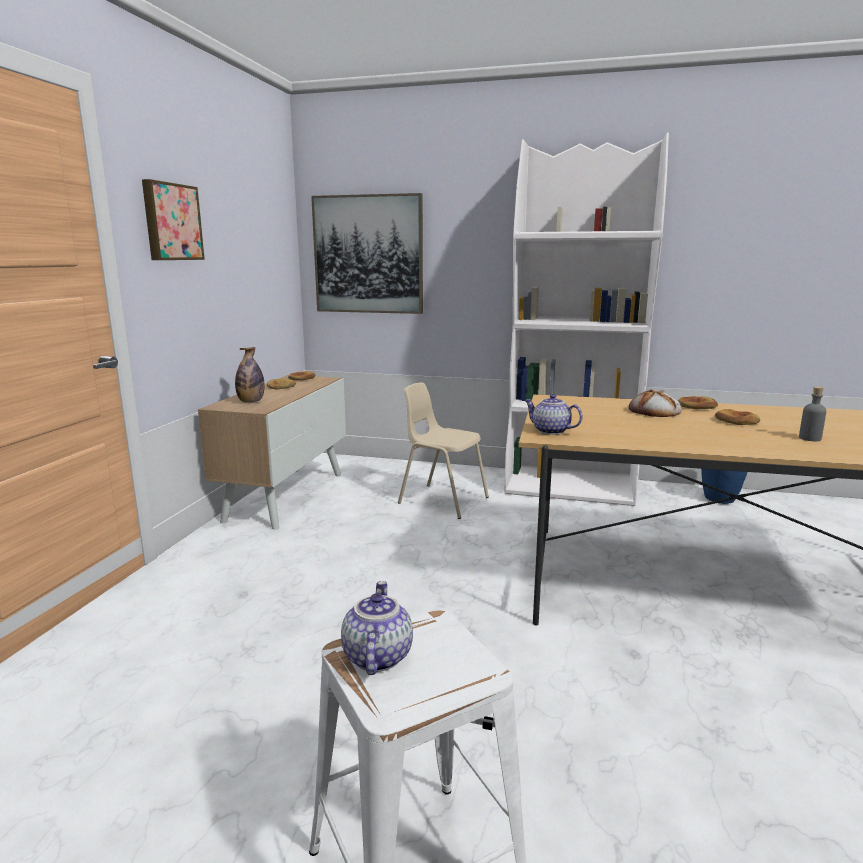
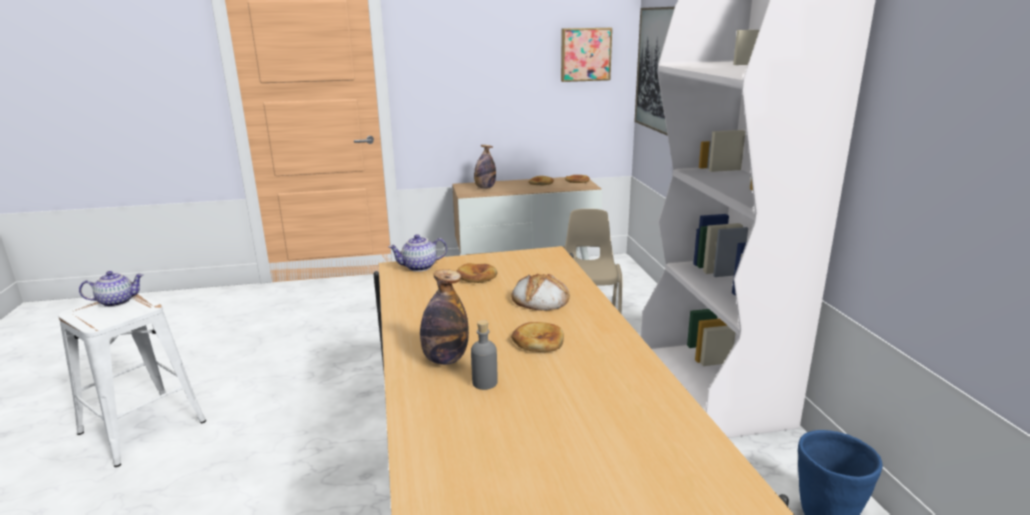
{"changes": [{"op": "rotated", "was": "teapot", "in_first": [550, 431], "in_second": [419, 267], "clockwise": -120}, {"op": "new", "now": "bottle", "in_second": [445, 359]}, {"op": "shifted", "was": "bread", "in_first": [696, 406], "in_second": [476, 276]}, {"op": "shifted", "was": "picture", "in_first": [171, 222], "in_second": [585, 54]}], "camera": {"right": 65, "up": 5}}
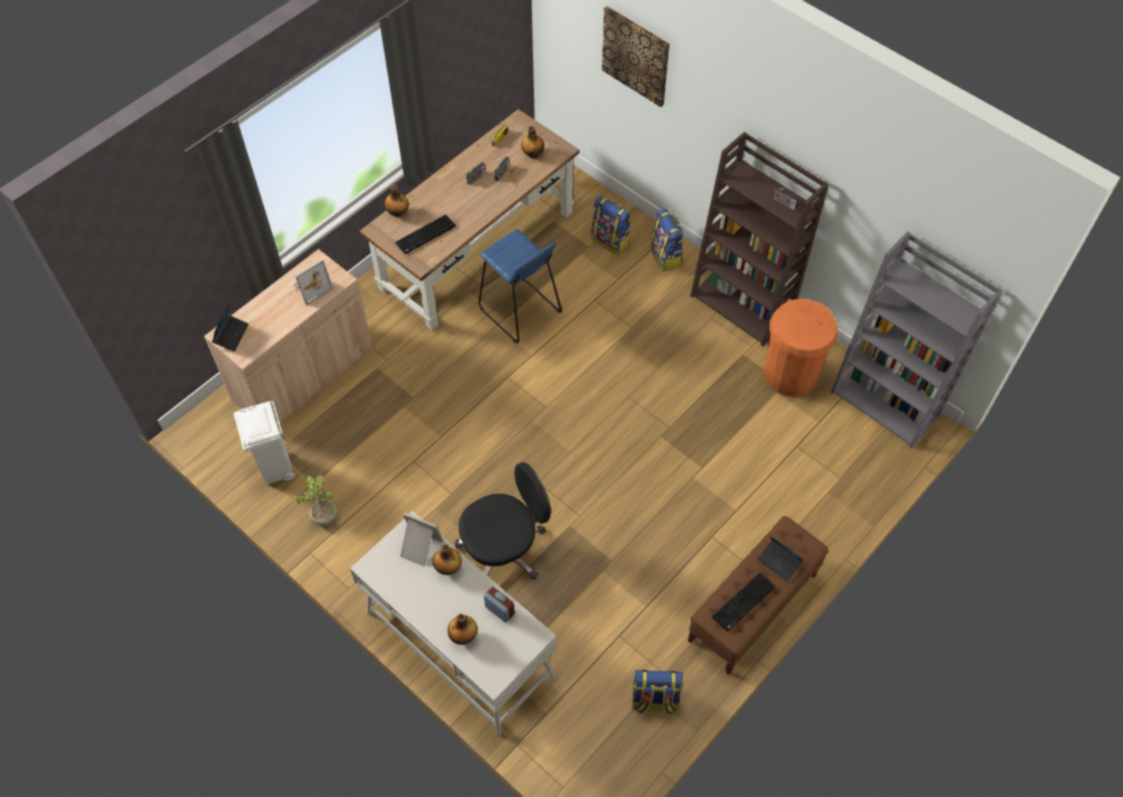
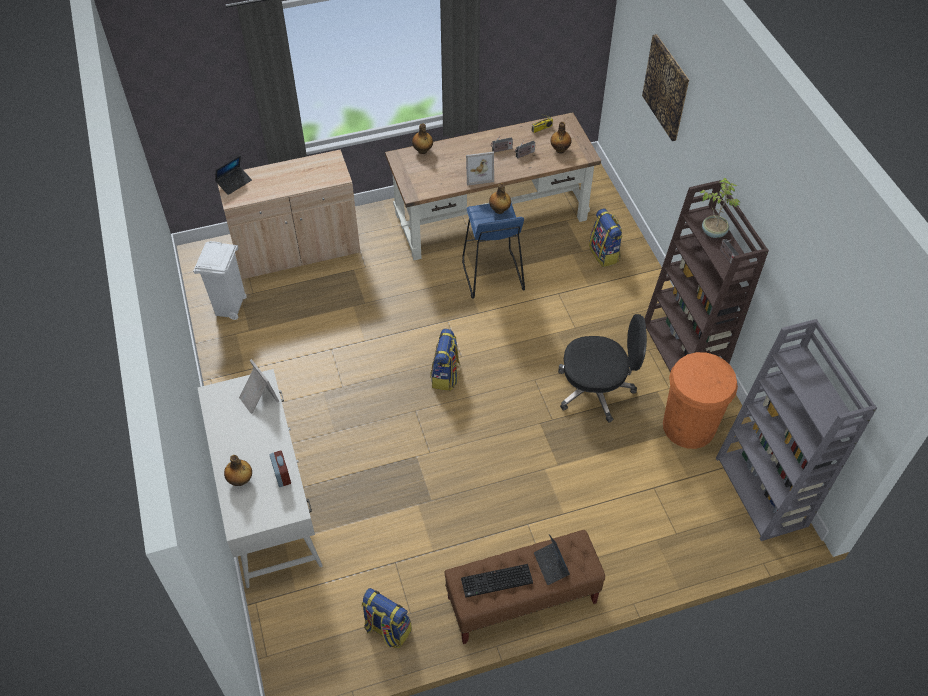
{"changes": [{"op": "shifted", "was": "backpack", "in_first": [666, 256], "in_second": [445, 376]}, {"op": "shifted", "was": "picture_frame", "in_first": [311, 287], "in_second": [478, 174]}, {"op": "shifted", "was": "bottle", "in_first": [448, 568], "in_second": [499, 210]}, {"op": "shifted", "was": "black_office_chair", "in_first": [504, 549], "in_second": [596, 390]}, {"op": "shifted", "was": "potted_plant", "in_first": [324, 516], "in_second": [713, 232]}, {"op": "gone", "was": "keyboard", "in_first": [425, 236]}], "camera": {"right": 30, "up": -5}}
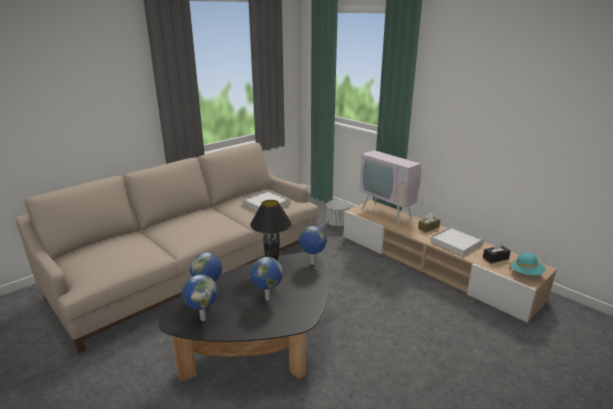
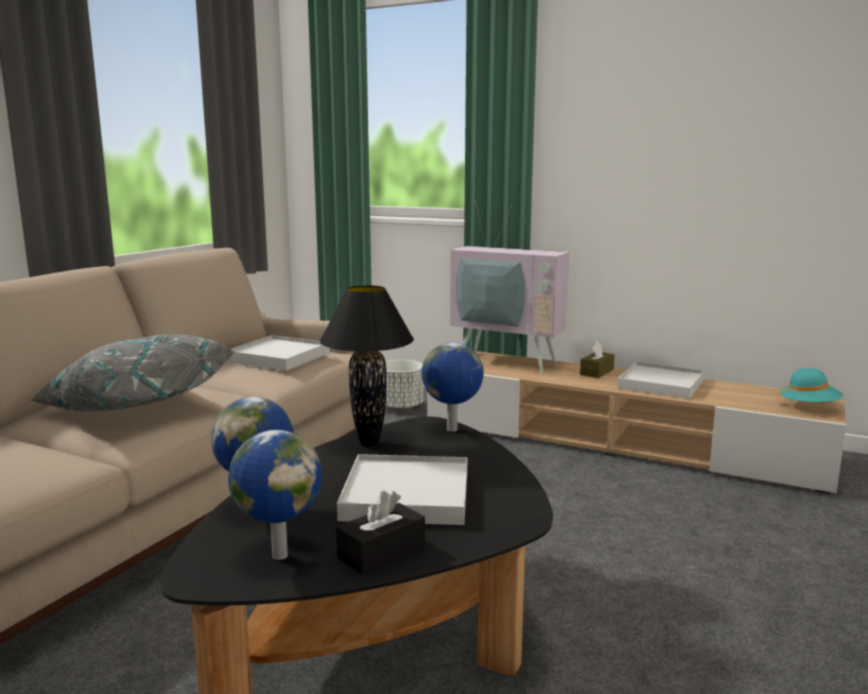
{"changes": [{"op": "new", "now": "grey_pillow", "in_second": [135, 408]}, {"op": "shifted", "was": "black_tissue_box", "in_first": [495, 258], "in_second": [381, 552]}, {"op": "swapped", "was": "globe", "now": "white_tray", "in_first": [267, 298], "in_second": [406, 495]}], "camera": {"right": -20, "up": -10}}
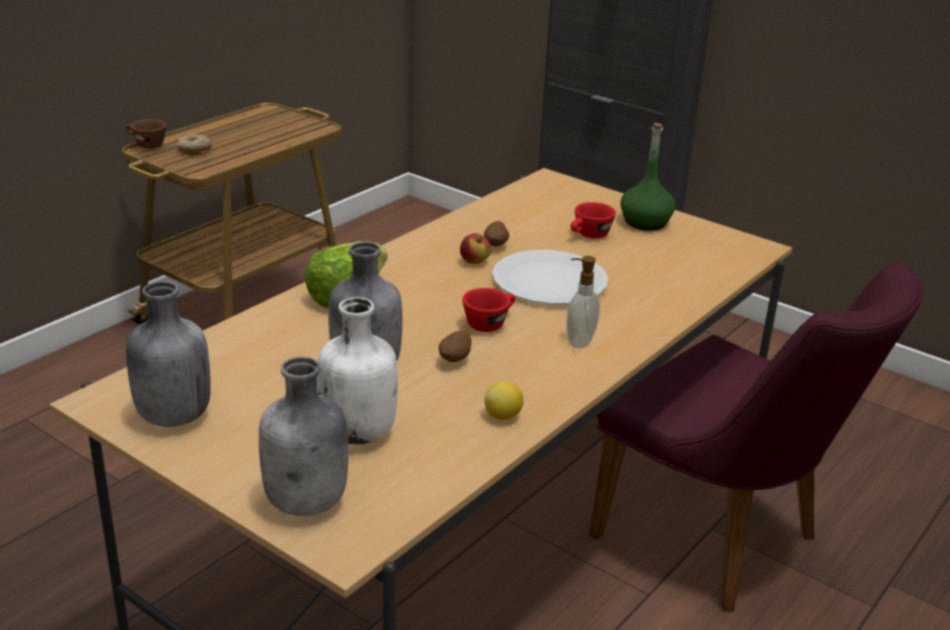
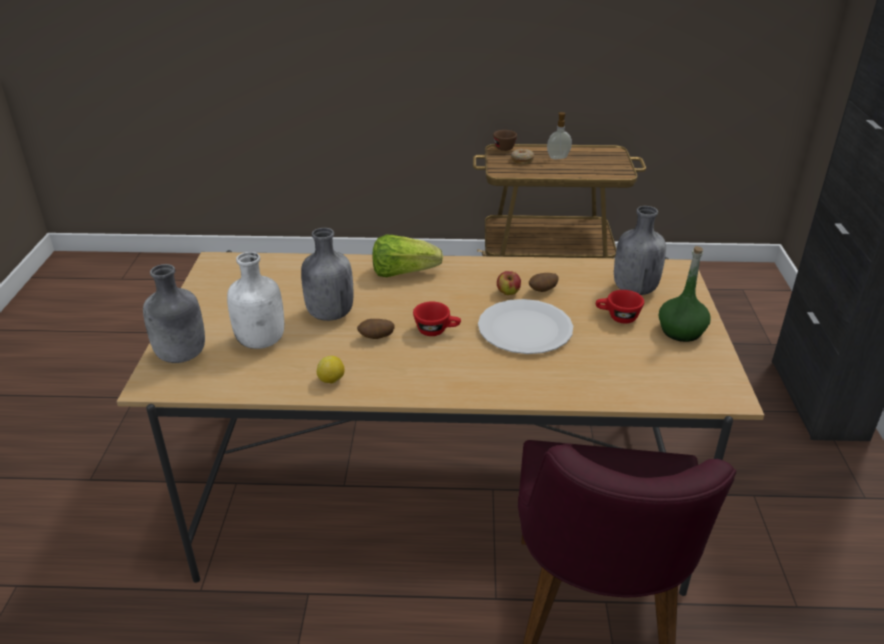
{"changes": [{"op": "shifted", "was": "soap_dispenser", "in_first": [579, 341], "in_second": [557, 157]}, {"op": "shifted", "was": "grey_bottle", "in_first": [172, 416], "in_second": [633, 289]}], "camera": {"right": 55, "up": 5}}
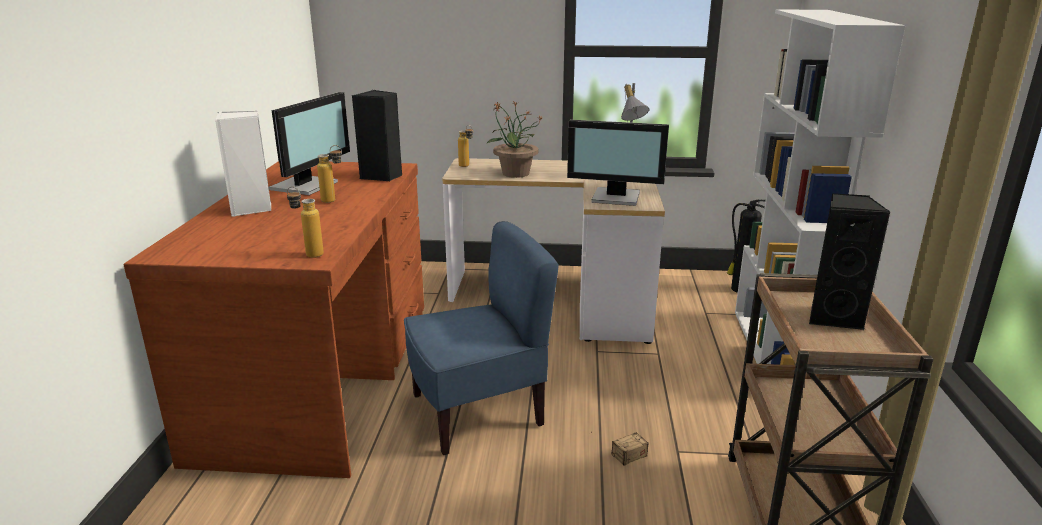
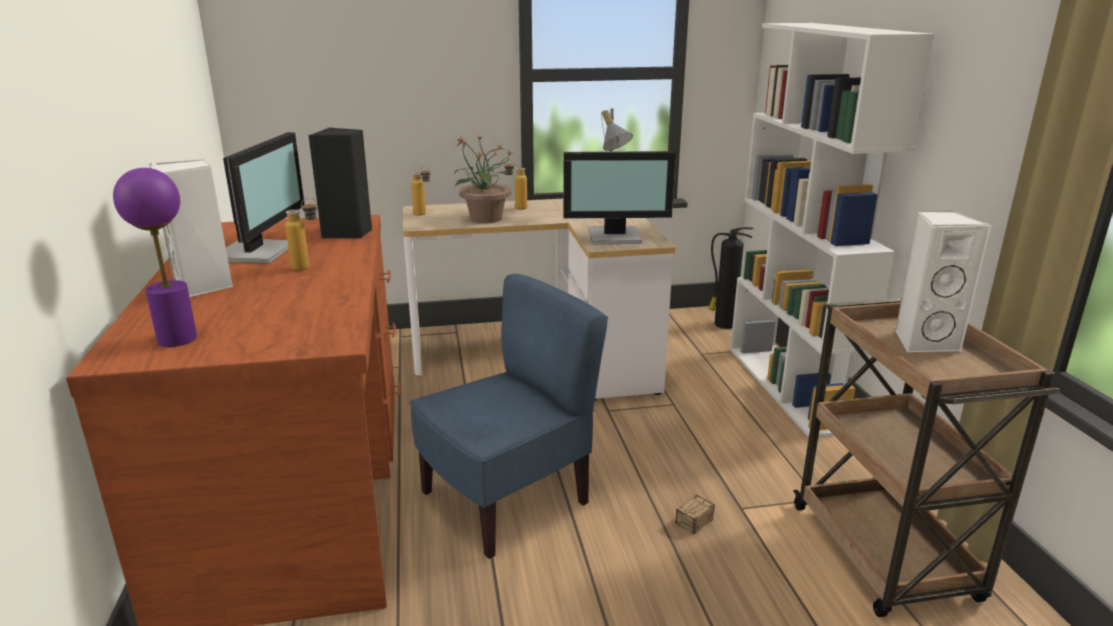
{"changes": [{"op": "new", "now": "purple_table_lamp", "in_second": [177, 339]}, {"op": "shifted", "was": "bottle", "in_first": [308, 254], "in_second": [516, 208]}, {"op": "repainted", "was": "black_speaker", "now": "white_speaker", "in_first": [833, 317], "in_second": [924, 342]}], "camera": {"right": -15, "up": 0}}
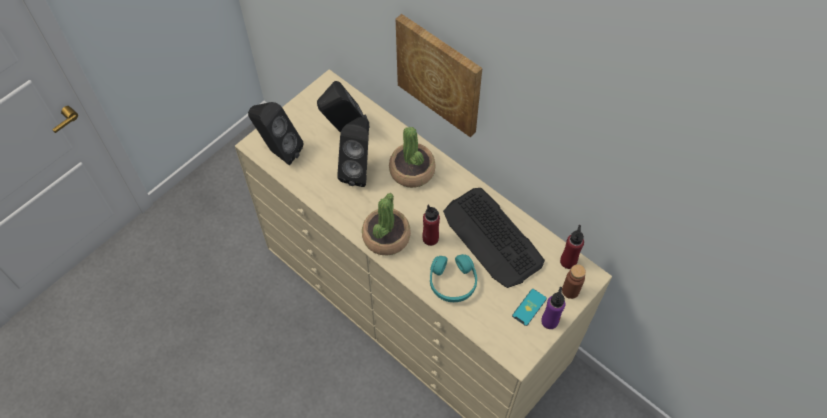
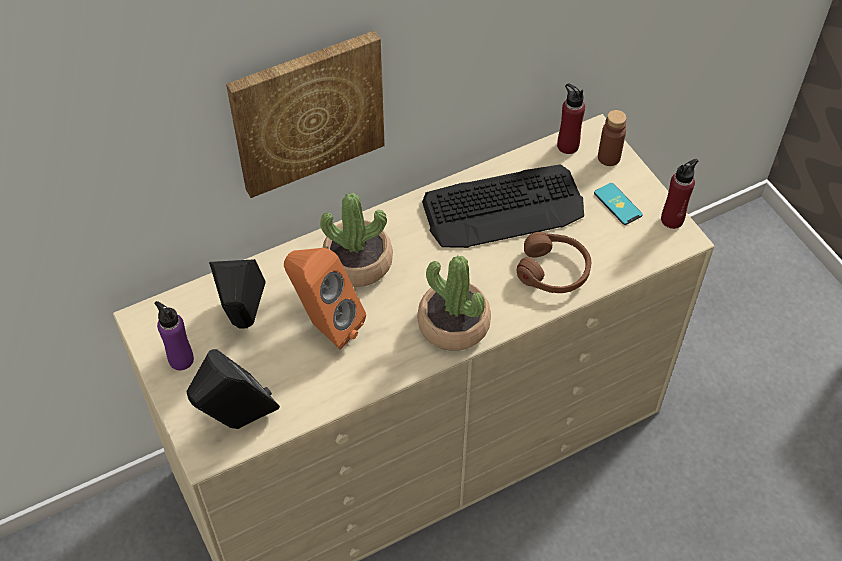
{"changes": [{"op": "shifted", "was": "purple_bottle", "in_first": [549, 321], "in_second": [181, 359]}, {"op": "repainted", "was": "black_speaker", "now": "orange_speaker", "in_first": [359, 170], "in_second": [325, 325]}, {"op": "repainted", "was": "turquoise_headphones", "now": "brown_headphones", "in_first": [452, 282], "in_second": [553, 270]}, {"op": "shifted", "was": "red_bottle", "in_first": [430, 238], "in_second": [672, 219]}], "camera": {"right": -70, "up": -5}}
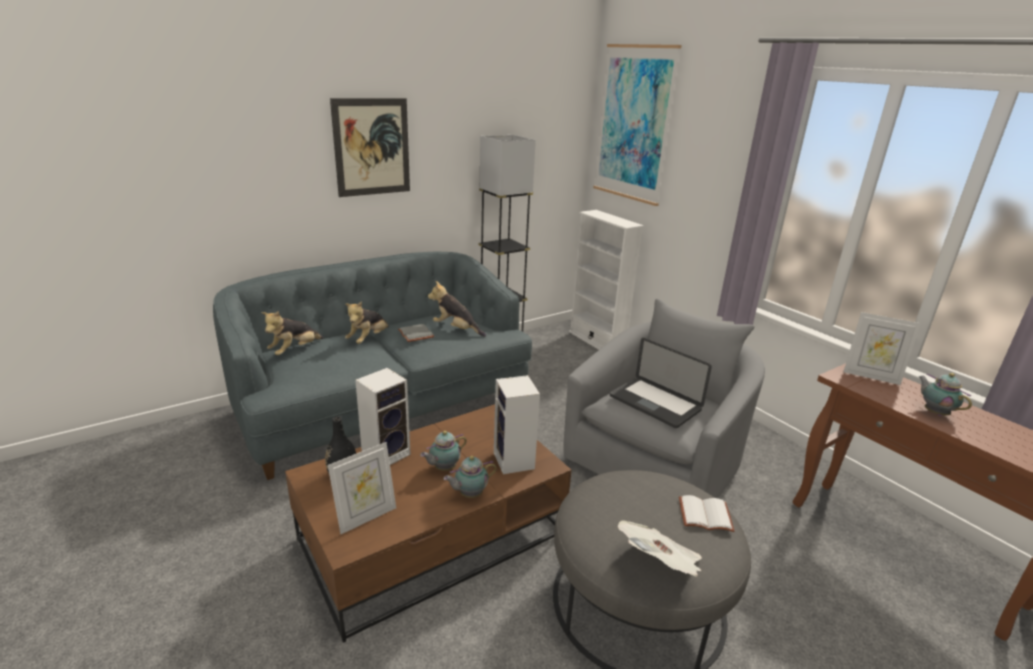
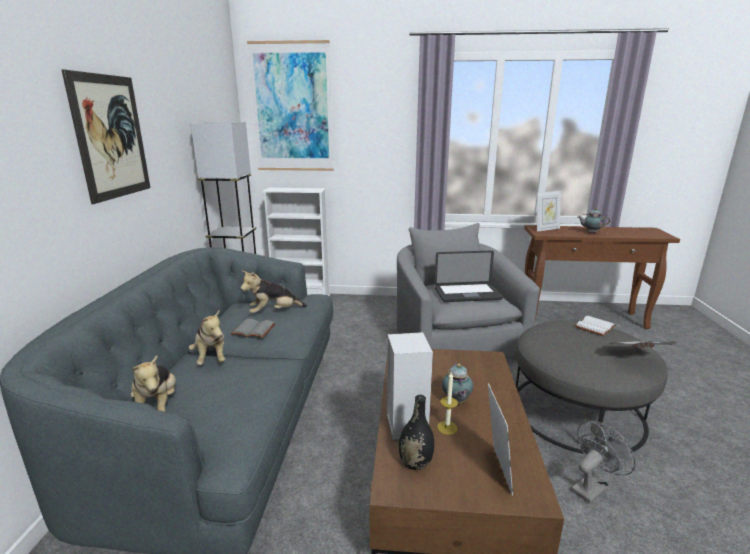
{"changes": [{"op": "new", "now": "candle", "in_second": [447, 428]}, {"op": "new", "now": "grey_fan", "in_second": [592, 487]}, {"op": "gone", "was": "teapot", "in_first": [469, 494]}, {"op": "gone", "was": "speaker", "in_first": [515, 461]}], "camera": {"right": -50, "up": -5}}
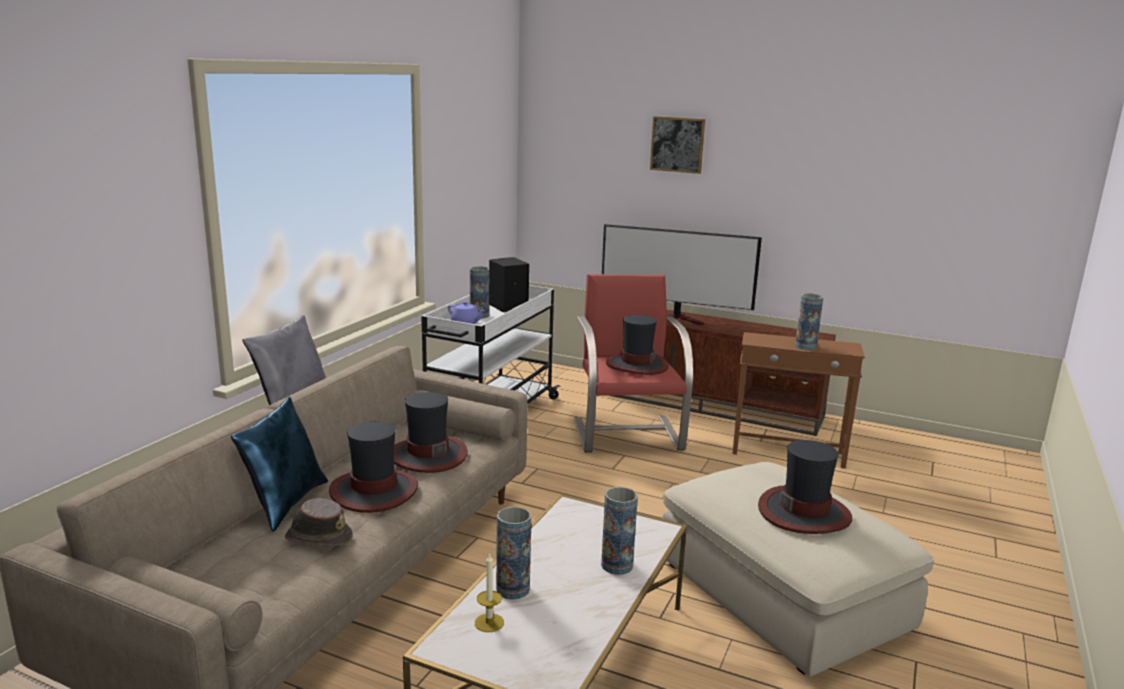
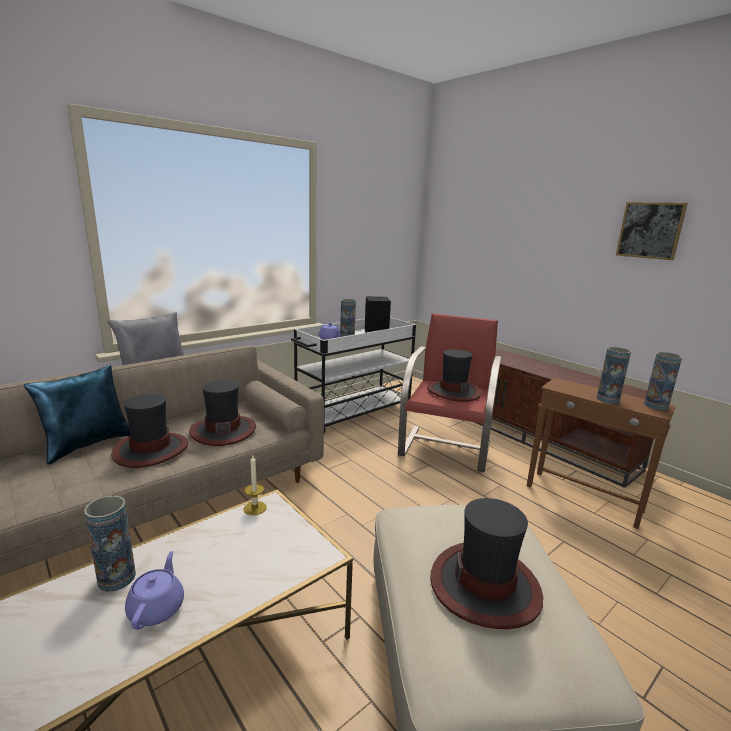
{"changes": [{"op": "new", "now": "purple_teapot", "in_second": [157, 608]}, {"op": "shifted", "was": "candle", "in_first": [489, 622], "in_second": [255, 508]}, {"op": "shifted", "was": "picture", "in_first": [677, 144], "in_second": [650, 230]}, {"op": "shifted", "was": "vase", "in_first": [617, 565], "in_second": [656, 405]}, {"op": "gone", "was": "brown_hat", "in_first": [318, 537]}, {"op": "gone", "was": "television", "in_first": [677, 319]}], "camera": {"right": 25, "up": 0}}
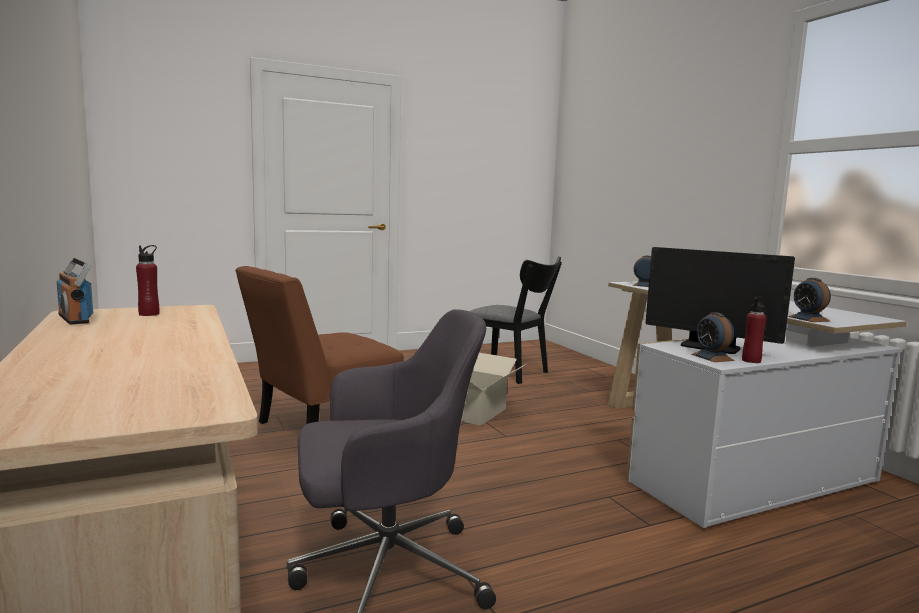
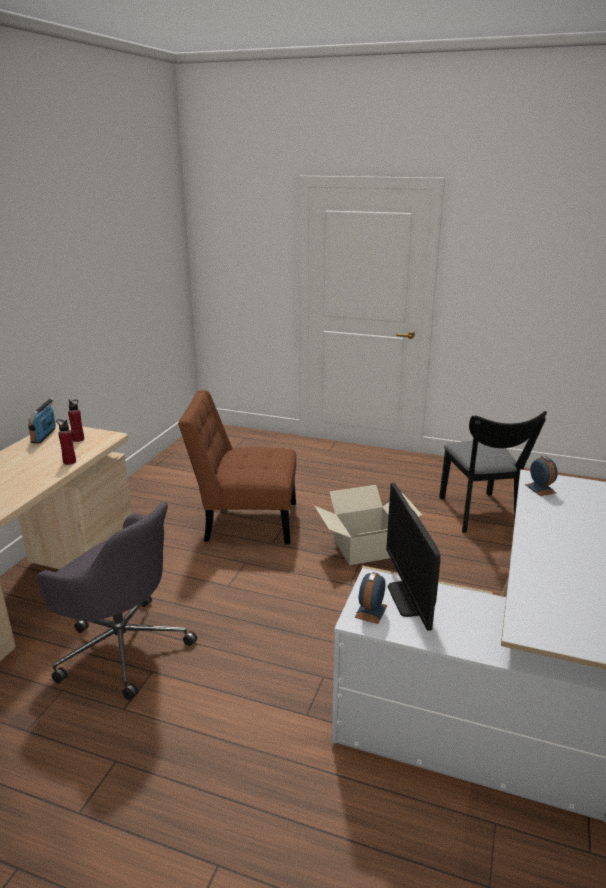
{"changes": [{"op": "shifted", "was": "red_bottle", "in_first": [751, 360], "in_second": [69, 462]}, {"op": "gone", "was": "alarm_clock", "in_first": [808, 319]}], "camera": {"right": 45, "up": 15}}
